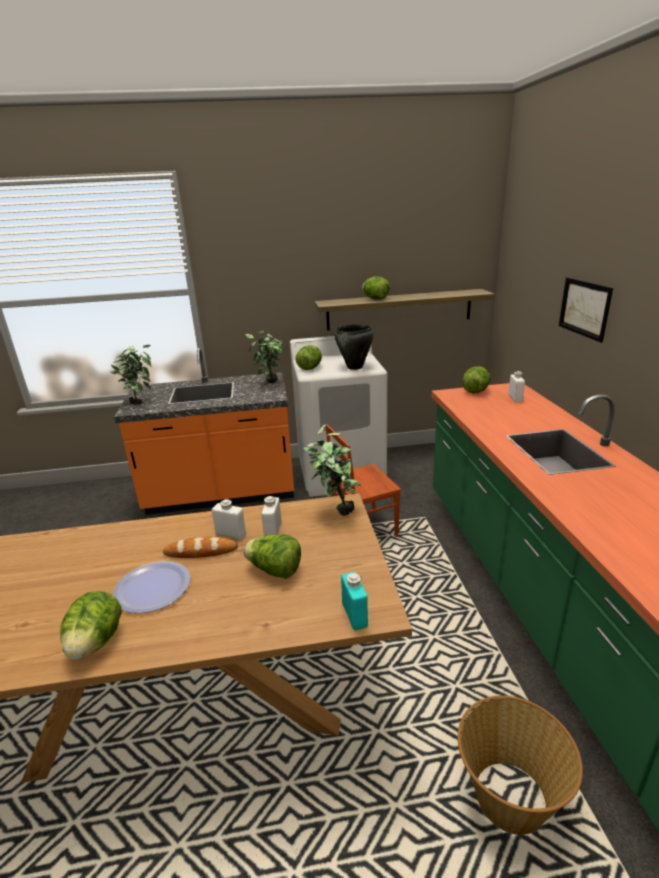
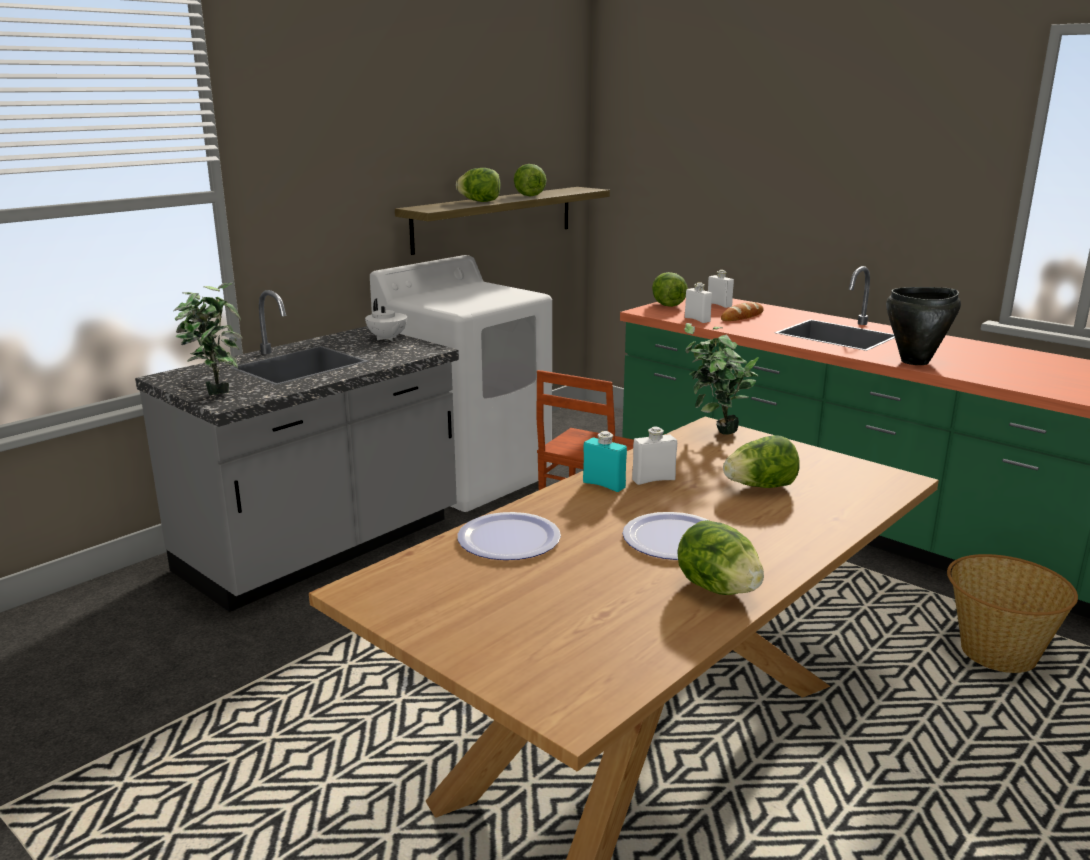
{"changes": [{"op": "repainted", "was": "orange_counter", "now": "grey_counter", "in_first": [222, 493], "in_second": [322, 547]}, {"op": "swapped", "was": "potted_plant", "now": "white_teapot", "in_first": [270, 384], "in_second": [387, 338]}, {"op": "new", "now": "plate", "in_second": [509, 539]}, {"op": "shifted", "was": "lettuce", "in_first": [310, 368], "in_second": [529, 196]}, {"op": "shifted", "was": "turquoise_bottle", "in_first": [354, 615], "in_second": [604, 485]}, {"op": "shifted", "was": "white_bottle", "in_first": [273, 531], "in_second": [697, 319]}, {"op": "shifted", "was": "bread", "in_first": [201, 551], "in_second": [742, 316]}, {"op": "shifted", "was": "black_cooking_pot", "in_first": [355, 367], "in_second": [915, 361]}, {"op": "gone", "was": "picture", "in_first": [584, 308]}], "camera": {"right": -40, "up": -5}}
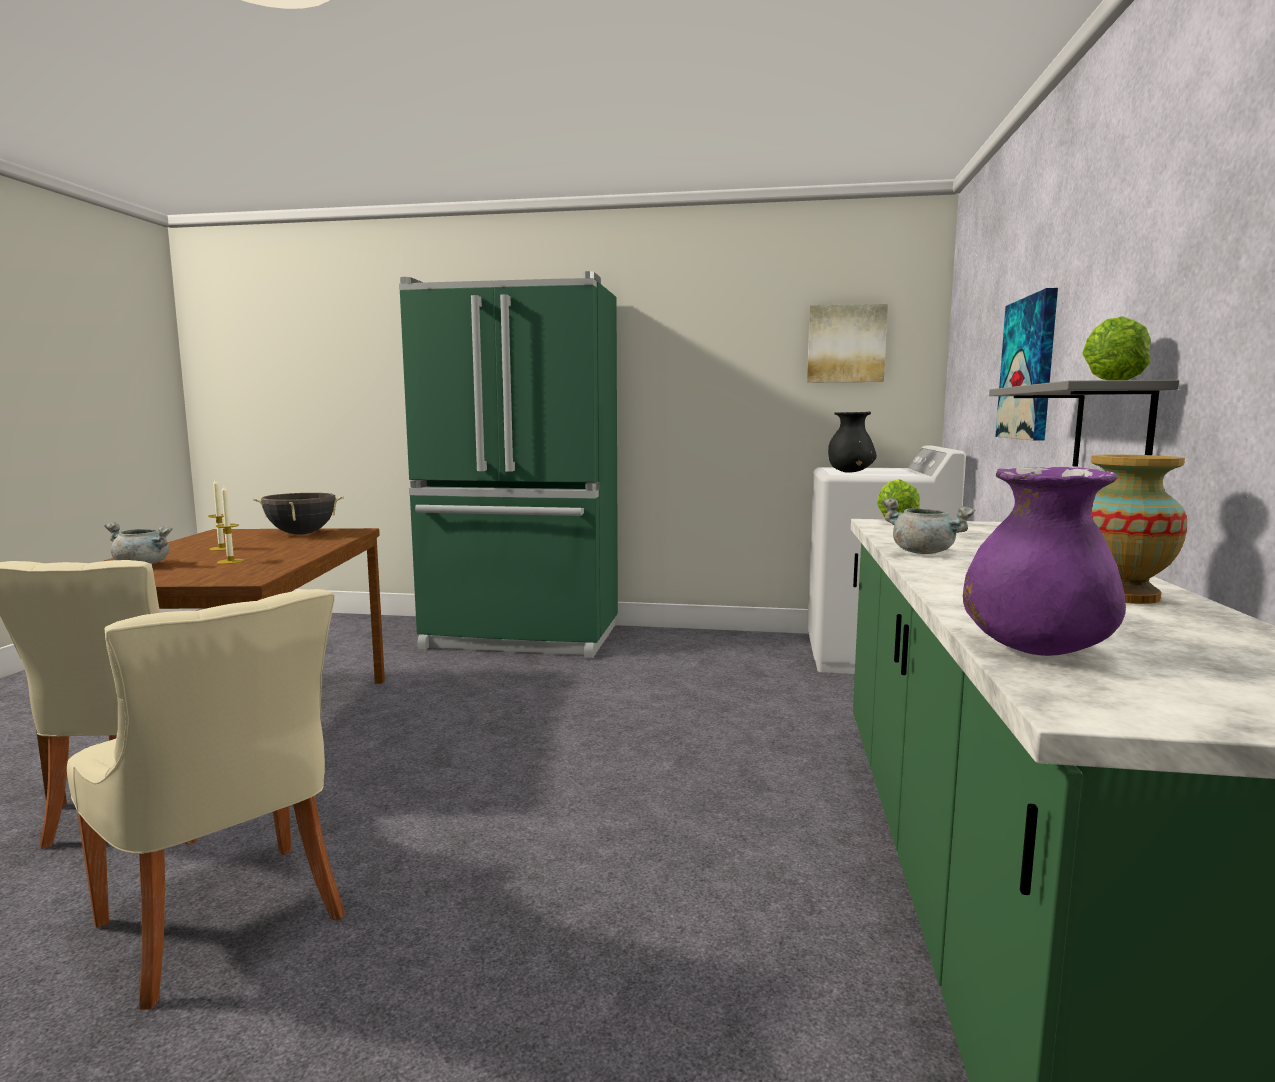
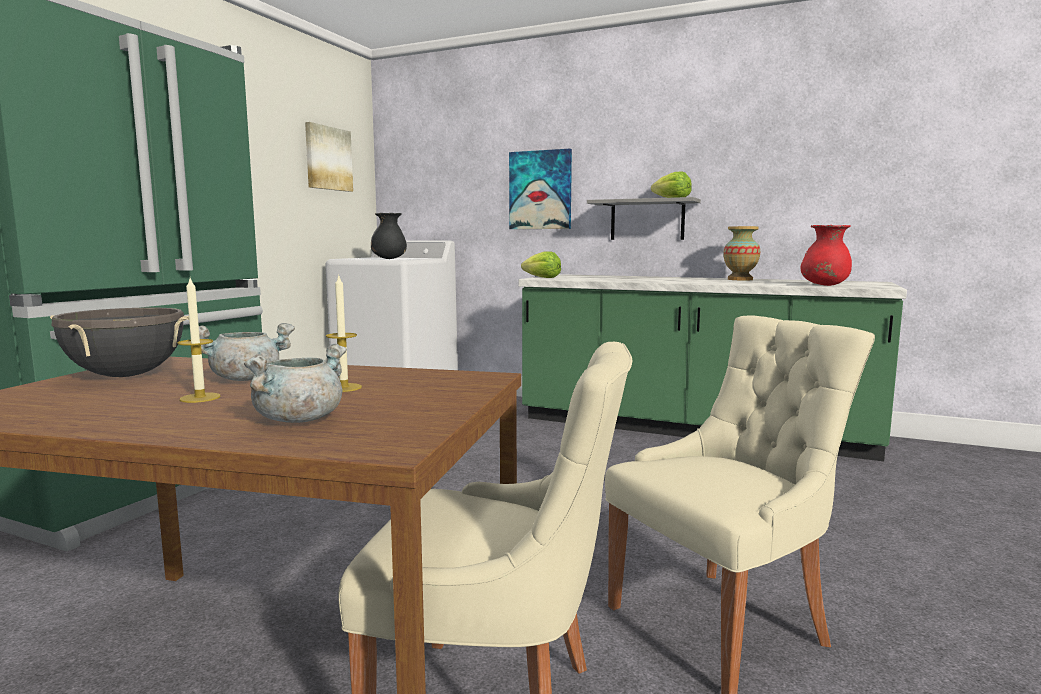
{"changes": [{"op": "shifted", "was": "grey_cooking_pot", "in_first": [924, 553], "in_second": [246, 379]}, {"op": "repainted", "was": "purple_vase", "now": "red_vase", "in_first": [1035, 649], "in_second": [824, 285]}], "camera": {"right": -75, "up": 0}}
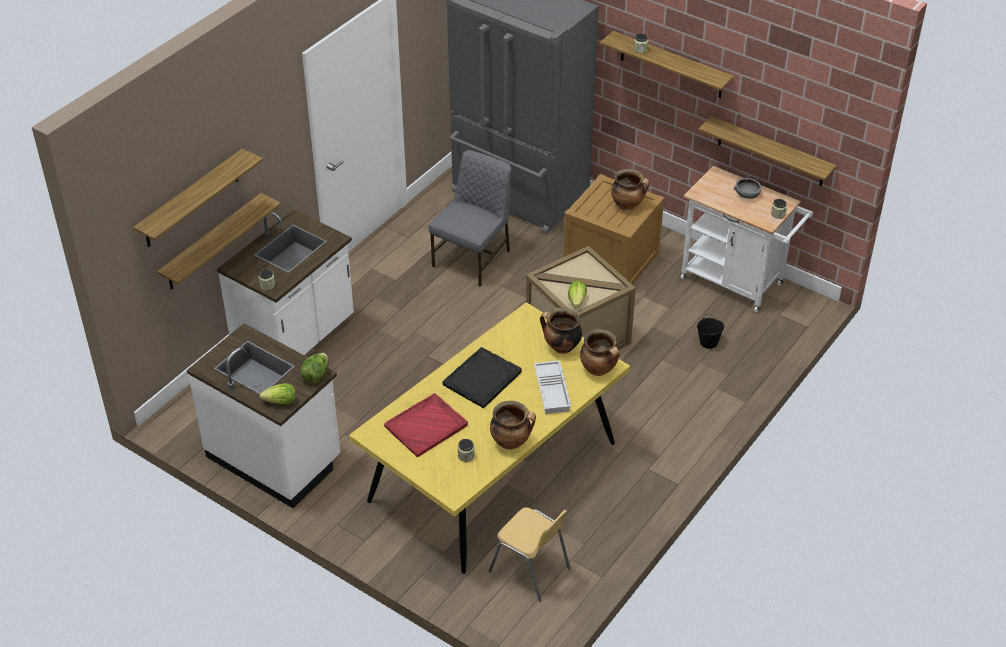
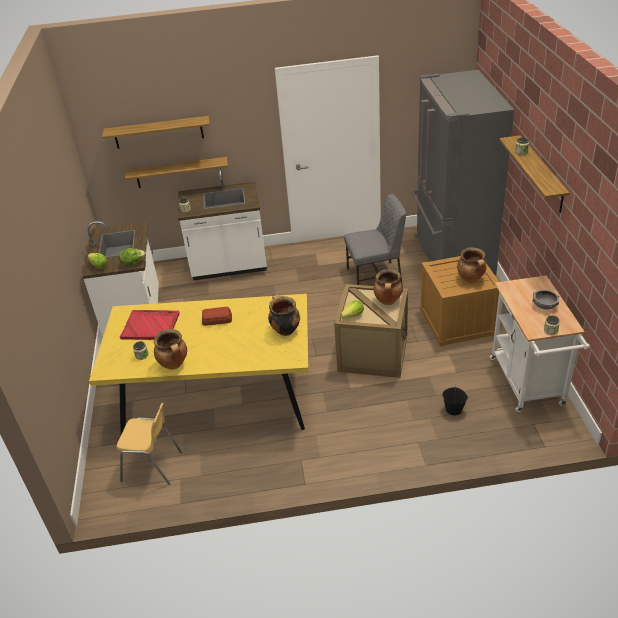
{"changes": [{"op": "rotated", "was": "yellow_chair", "in_first": [530, 570], "in_second": [152, 466], "clockwise": -75}, {"op": "swapped", "was": "black_tray", "now": "bread", "in_first": [483, 378], "in_second": [217, 320]}, {"op": "shifted", "was": "cooking_pot", "in_first": [599, 370], "in_second": [388, 301]}, {"op": "gone", "was": "white_tray", "in_first": [553, 390]}, {"op": "gone", "was": "shelf", "in_first": [771, 152]}], "camera": {"right": 50, "up": -5}}
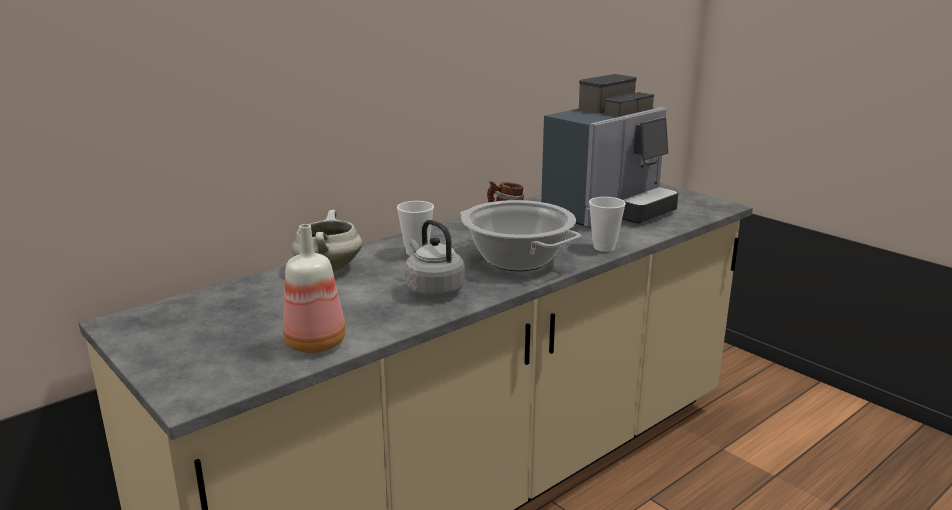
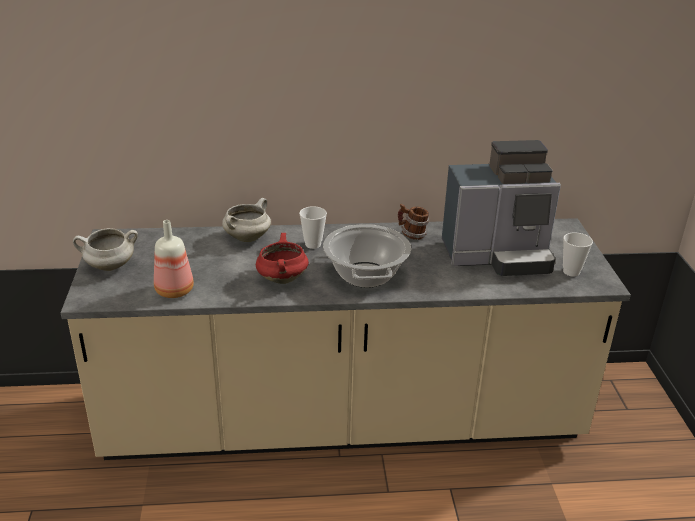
{"changes": [{"op": "new", "now": "white_cooking_pot", "in_second": [109, 267]}, {"op": "swapped", "was": "grey_kettle", "now": "red_cooking_pot", "in_first": [433, 290], "in_second": [281, 278]}, {"op": "shifted", "was": "cup", "in_first": [604, 247], "in_second": [571, 272]}], "camera": {"right": 35, "up": 10}}
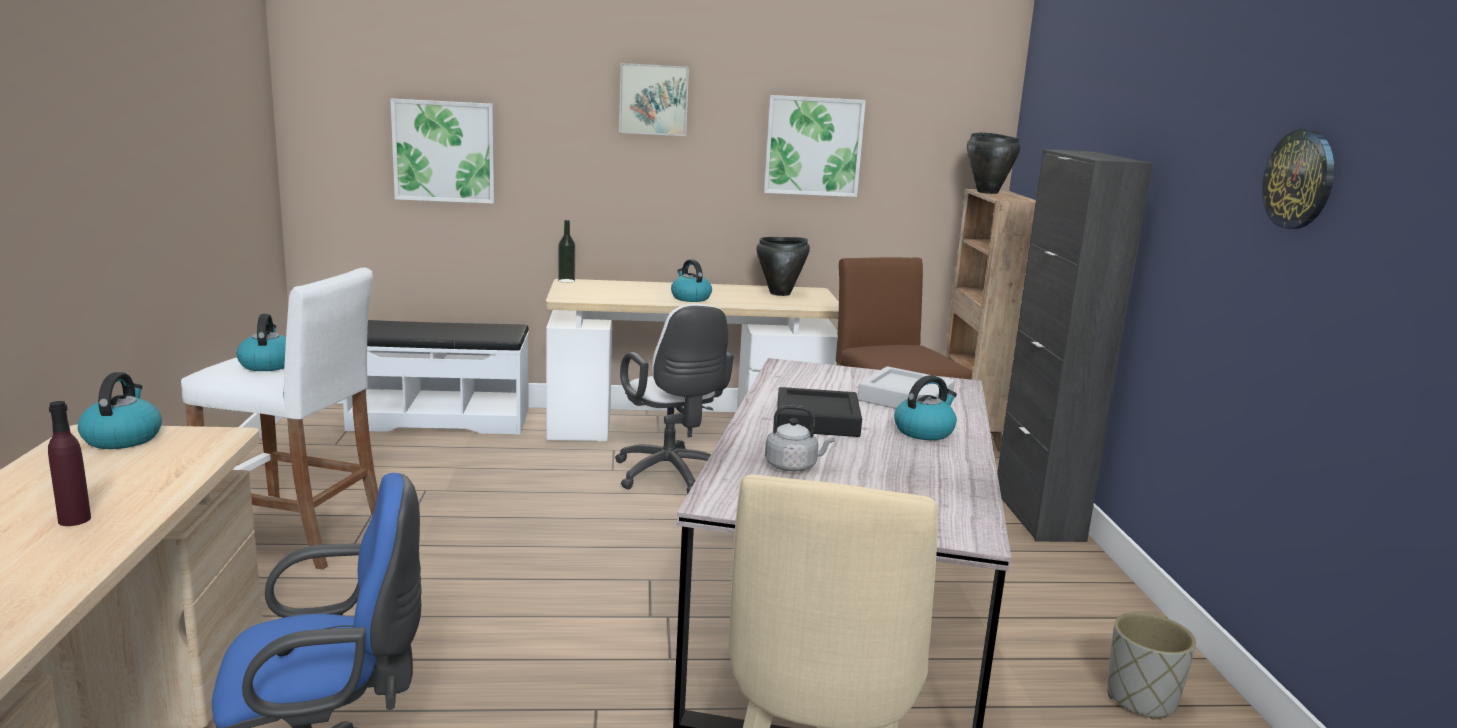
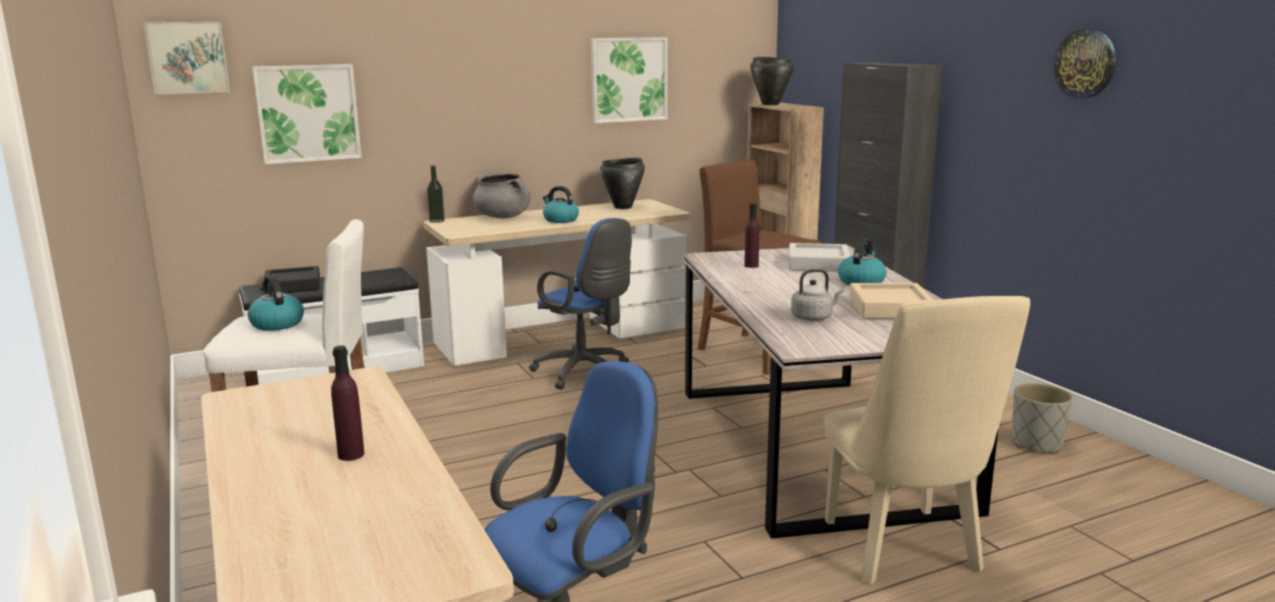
{"changes": [{"op": "shifted", "was": "picture", "in_first": [653, 99], "in_second": [187, 57]}, {"op": "shifted", "was": "black_tray", "in_first": [817, 420], "in_second": [292, 286]}, {"op": "new", "now": "grey_cooking_pot", "in_second": [503, 217]}, {"op": "repainted", "was": "white_office_chair", "now": "blue_office_chair", "in_first": [671, 477], "in_second": [586, 373]}, {"op": "new", "now": "purple_bottle", "in_second": [751, 266]}, {"op": "new", "now": "beige_tray", "in_second": [890, 308]}, {"op": "gone", "was": "kettle", "in_first": [122, 438]}], "camera": {"right": -20, "up": 0}}
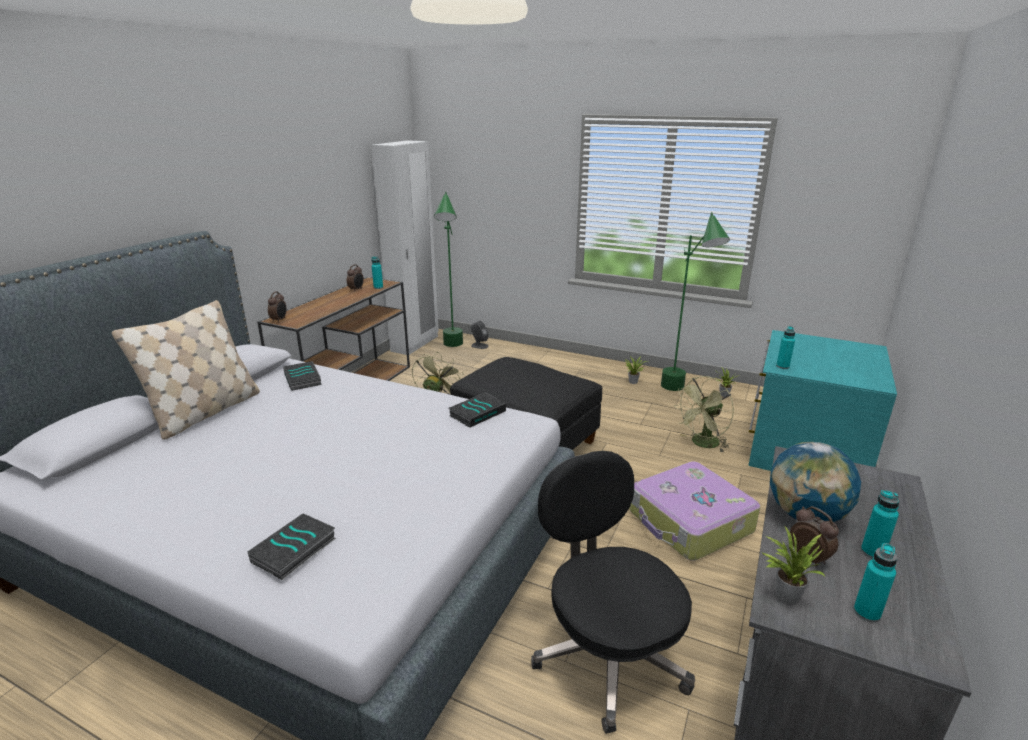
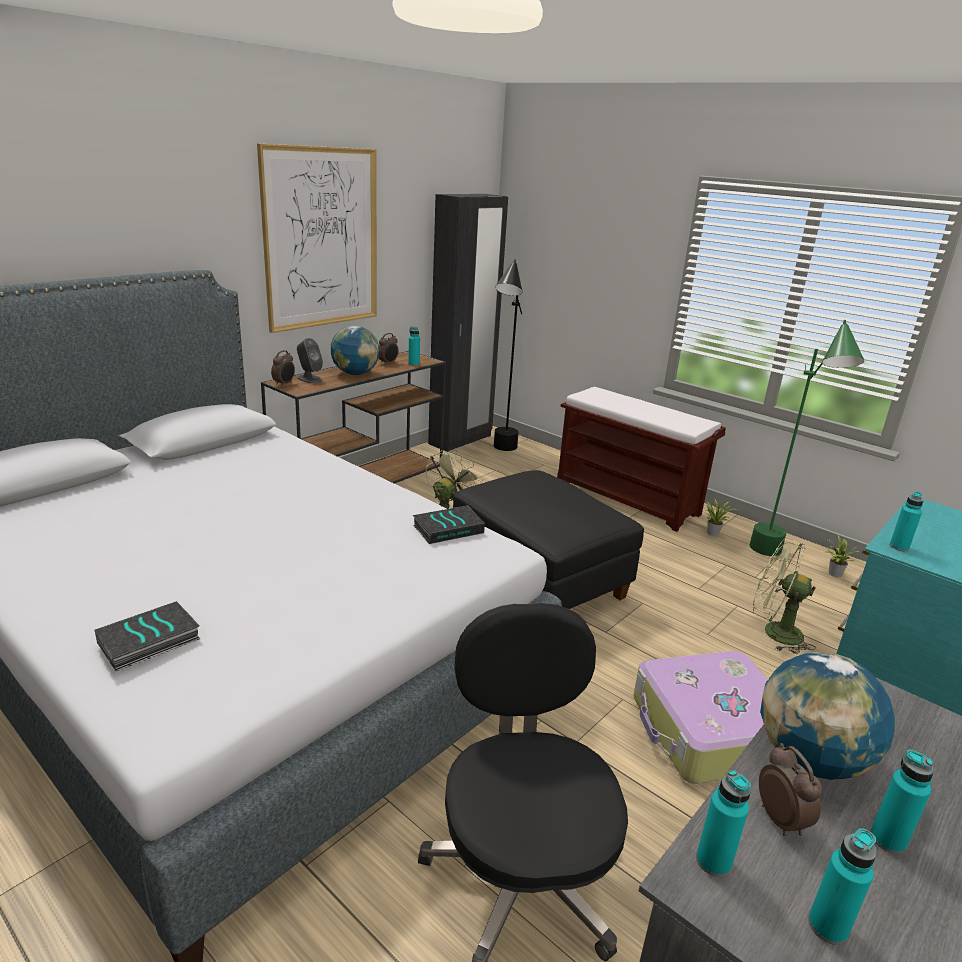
{"changes": [{"op": "new", "now": "picture", "in_second": [321, 239]}, {"op": "shifted", "was": "grey_speaker", "in_first": [479, 346], "in_second": [309, 379]}, {"op": "new", "now": "globe", "in_second": [355, 373]}, {"op": "repainted", "was": "white_wardrobe", "now": "black_wardrobe", "in_first": [415, 344], "in_second": [460, 440]}, {"op": "repainted", "was": "green_floor_lamp", "now": "black_floor_lamp", "in_first": [452, 349], "in_second": [501, 453]}, {"op": "new", "now": "brown_bench", "in_second": [628, 499]}, {"op": "swapped", "was": "potted_plant", "now": "turquoise_bottle", "in_first": [784, 594], "in_second": [713, 861]}, {"op": "rotated", "was": "green_fan", "in_first": [702, 444], "in_second": [774, 632], "clockwise": 45}, {"op": "gone", "was": "beige_pillow", "in_first": [205, 412]}, {"op": "gone", "was": "book", "in_first": [303, 379]}], "camera": {"right": 15, "up": 0}}
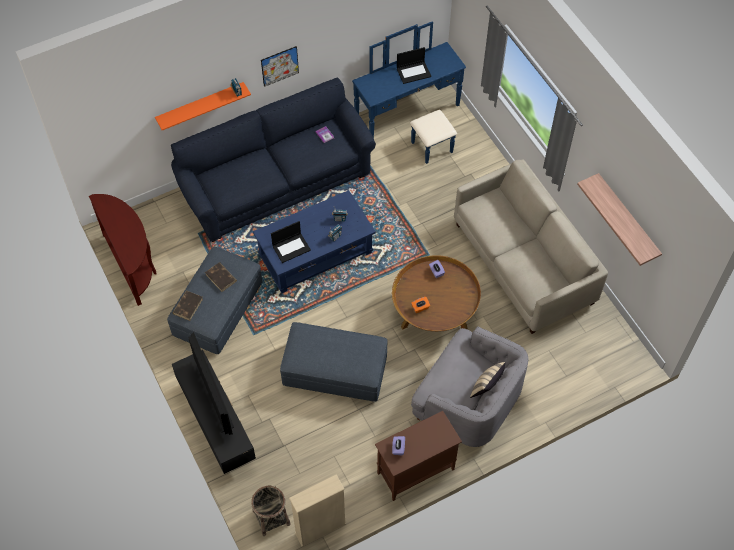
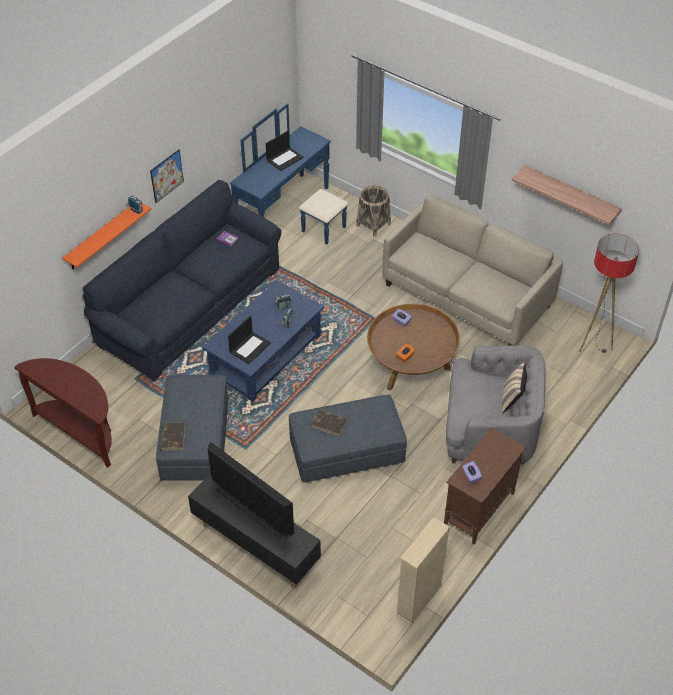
{"changes": [{"op": "shifted", "was": "brown_book", "in_first": [221, 278], "in_second": [329, 424]}, {"op": "shifted", "was": "basket", "in_first": [271, 517], "in_second": [373, 224]}, {"op": "new", "now": "floor_lamp", "in_second": [594, 344]}], "camera": {"right": -25, "up": -10}}
